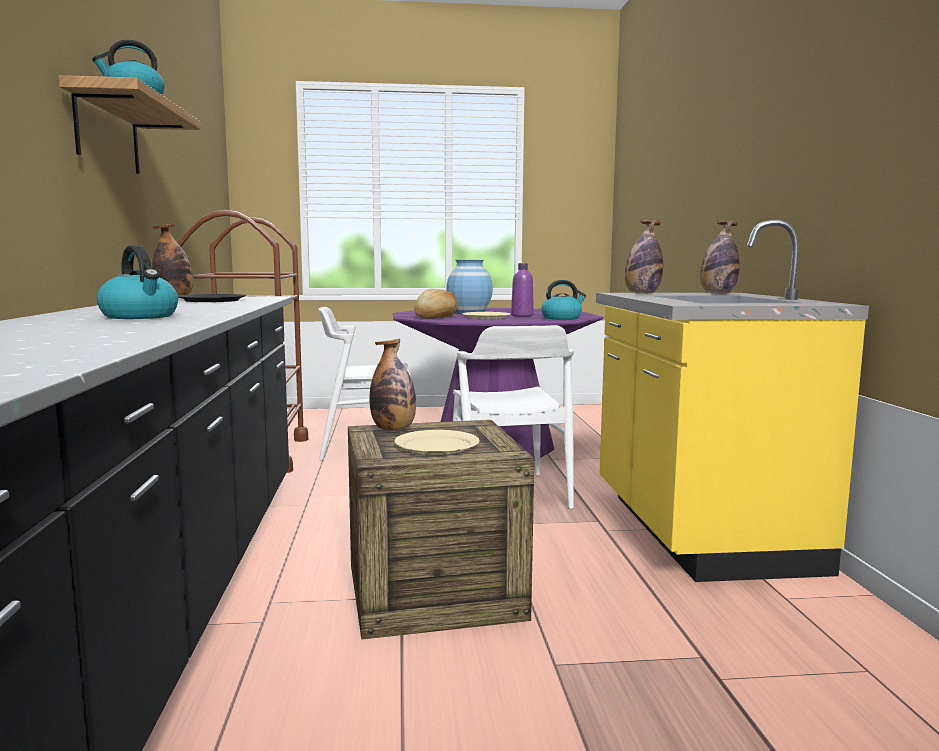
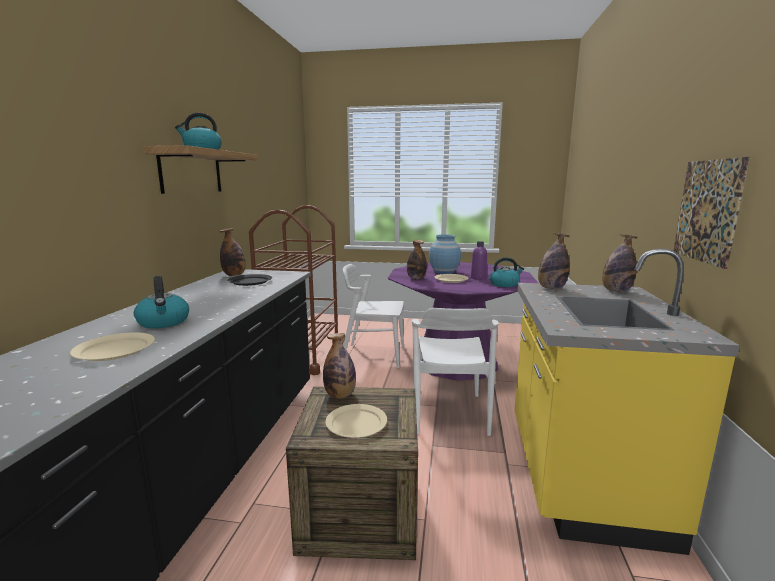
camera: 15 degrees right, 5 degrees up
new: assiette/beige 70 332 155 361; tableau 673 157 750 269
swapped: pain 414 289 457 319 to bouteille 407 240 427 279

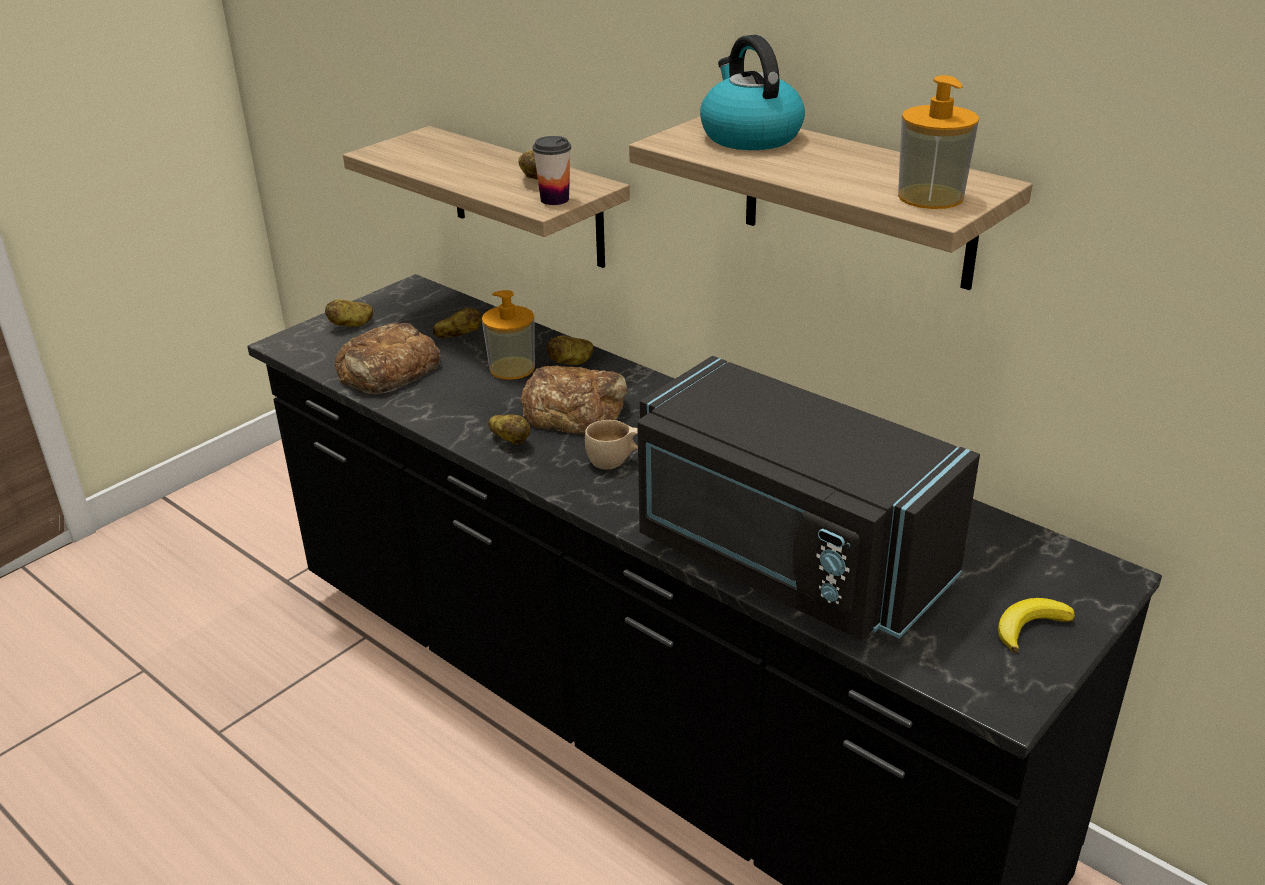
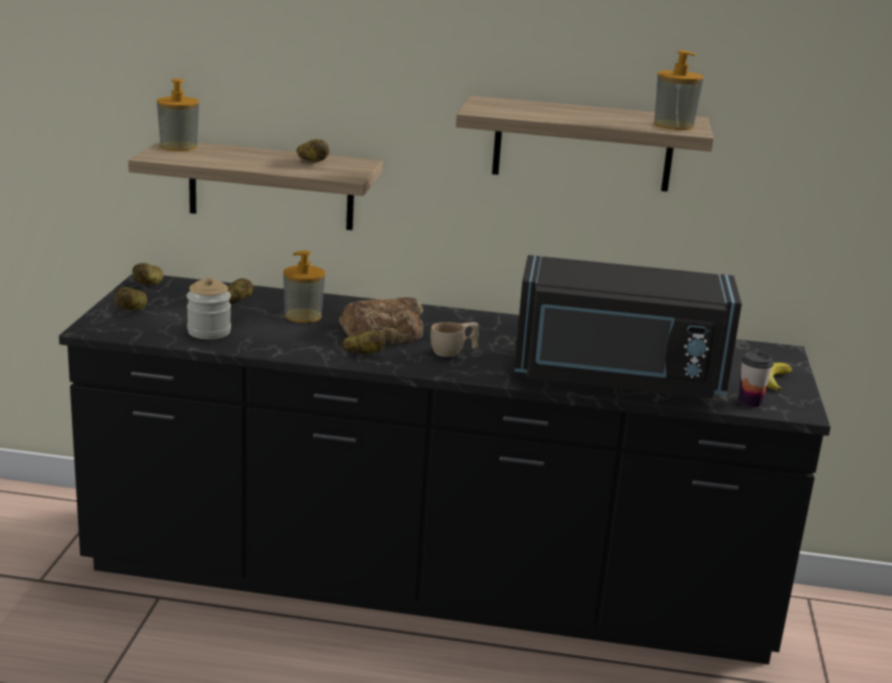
camera: 35 degrees left, 10 degrees down
gone: bouilloire 700 35 805 150
new: distributeur de savon 157 79 199 151
shifted: tasse 533 136 571 205 to 738 351 774 407; pomme de terre 547 336 594 365 to 132 263 163 285
swapped: pain 335 323 441 394 to bocal 187 276 231 339

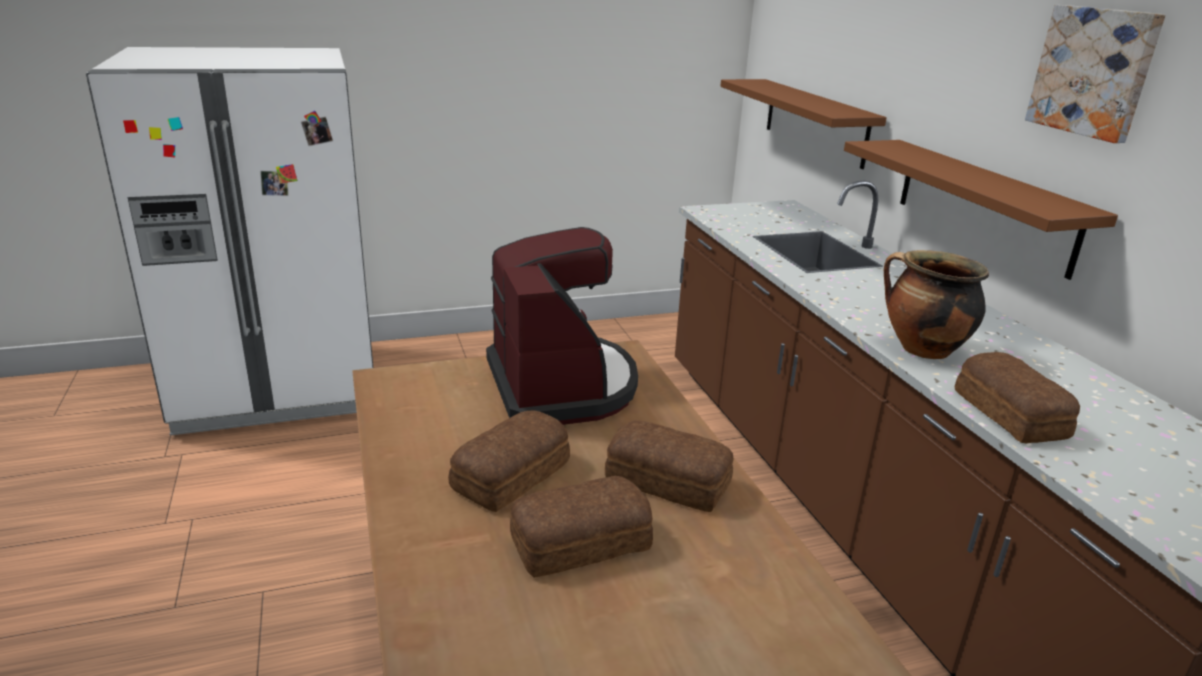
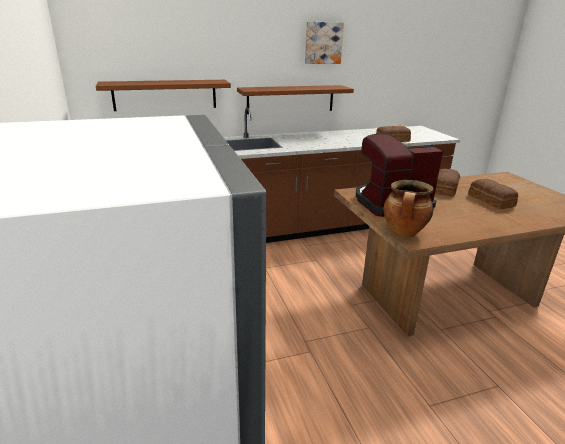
camera: 90 degrees left, 0 degrees up
gone: pain 448 410 570 512
shifted: marmite 884 250 989 359 to 384 180 434 237

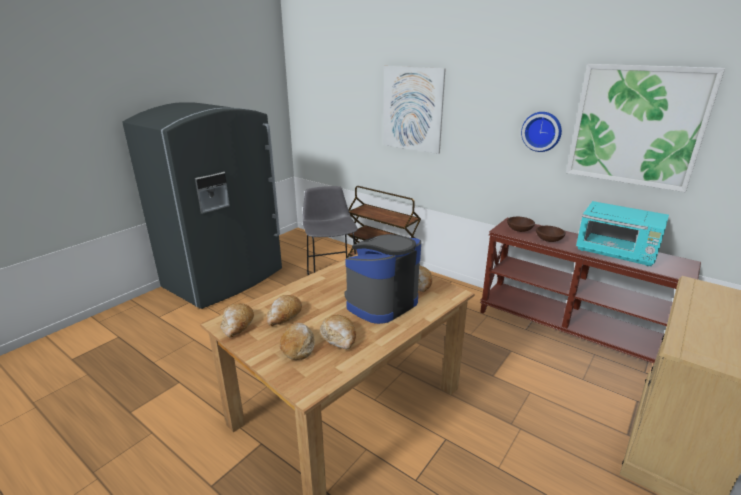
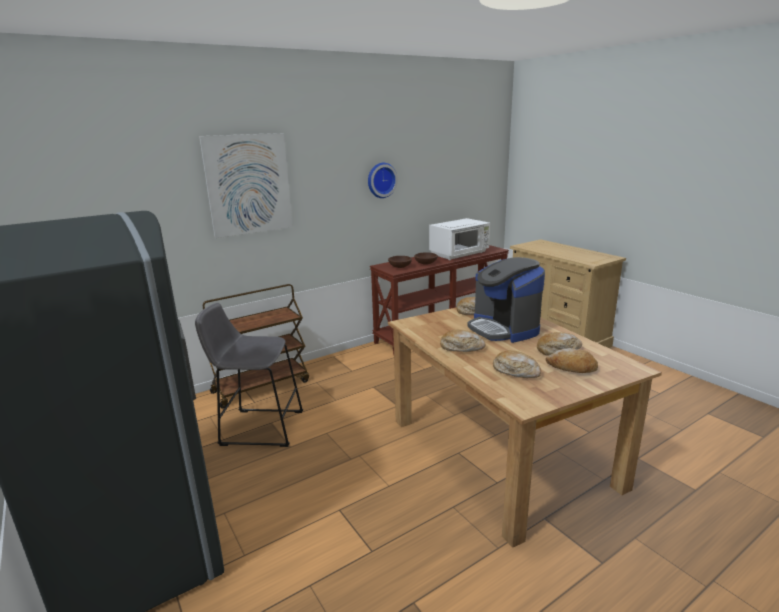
camera: 70 degrees left, 5 degrees down
gone: tableau 566 64 725 192
shifted: pain 220 303 254 337 to 440 330 485 352
repainted: micro-ondes/turquoise 576 201 669 266 to micro-ondes/blanc 429 218 490 260

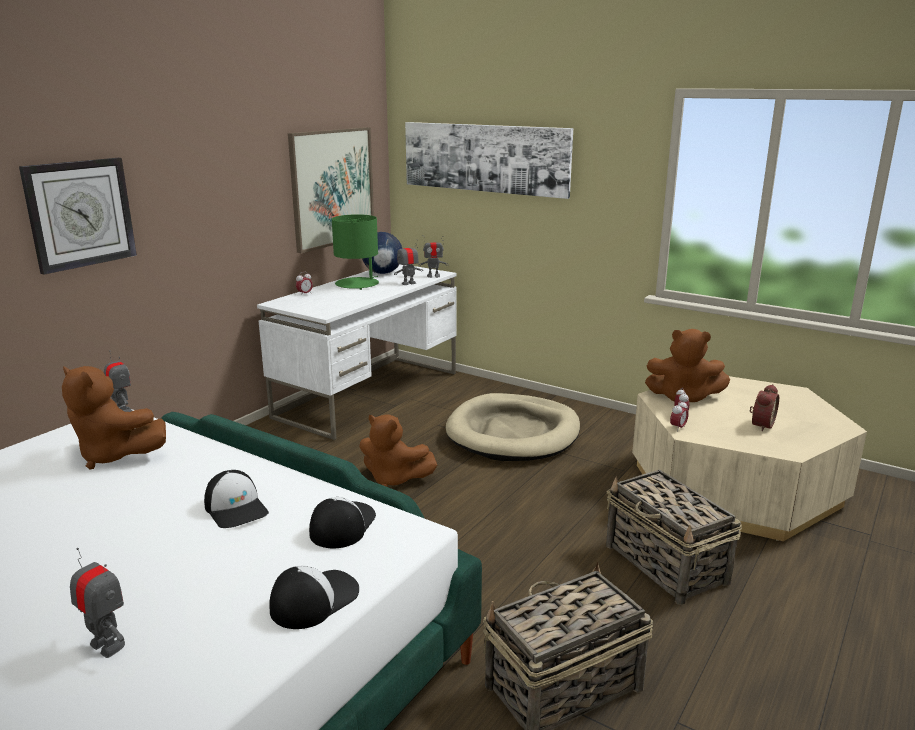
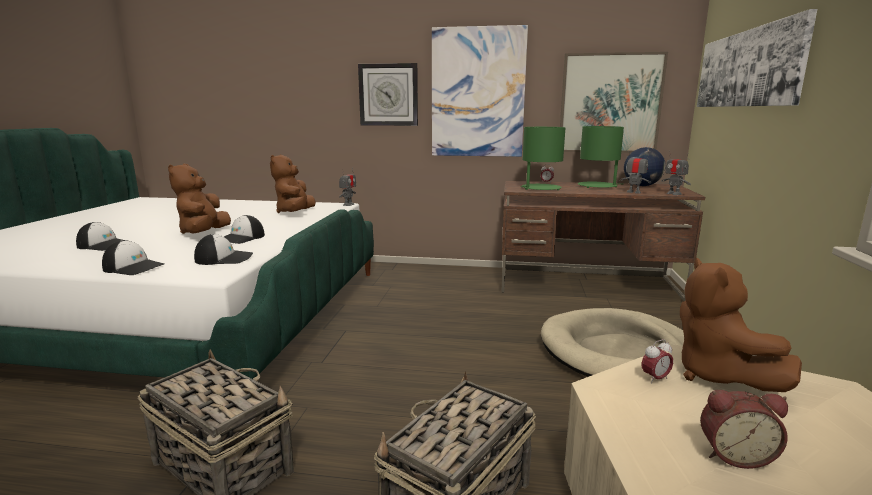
camera: 65 degrees right, 5 degrees down
gone: réveil 670 400 689 428
new: tableau 432 25 528 157; lampe de table/vert 521 127 566 190
shifted: peluche/marron 359 414 437 487 to 168 164 231 234
swapped: robot jouet 70 548 125 658 to casquette 76 222 124 251
repainted: bureau/blanc 257 264 457 440 to bureau/marron 501 181 705 301

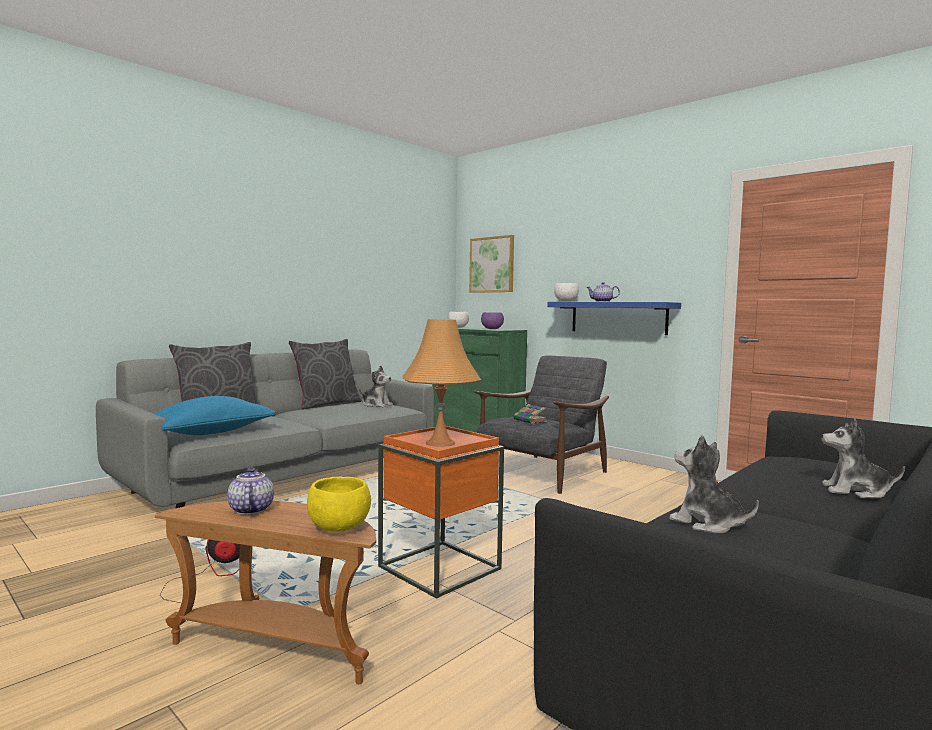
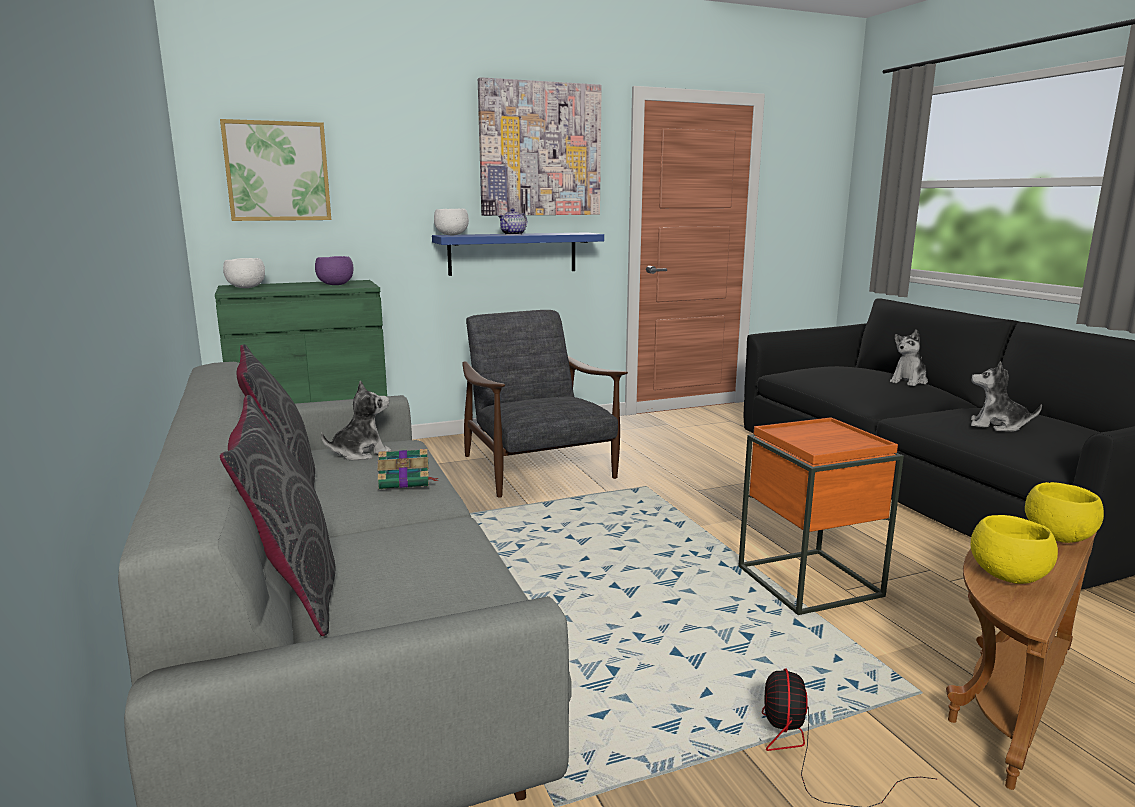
camera: 65 degrees left, 10 degrees up
gone: coussin/bleu 153 396 276 435; lampe de table/orange 402 319 481 447
new: tableau 478 77 602 216
shifted: livre 513 404 547 424 to 378 449 439 489
swapped: théière 228 468 274 515 to bol/jaune 971 515 1058 584
rotated: peluche 669 435 759 534 = 971 361 1042 432 45 degrees clockwise

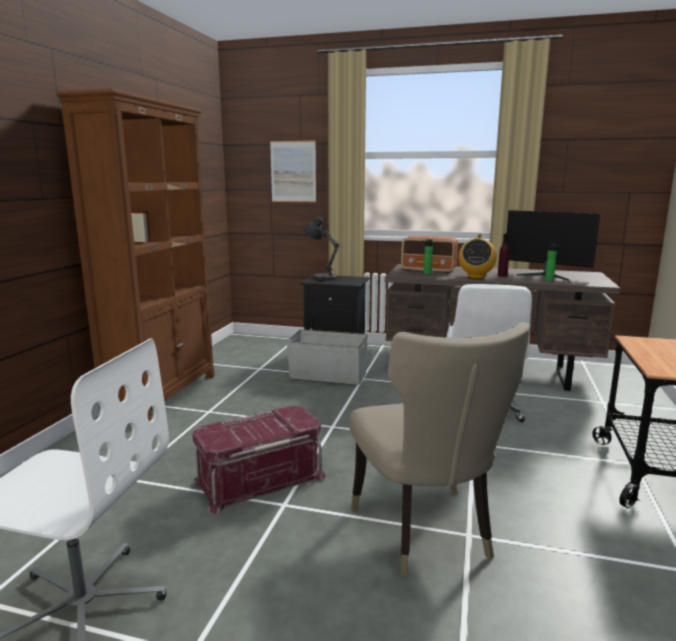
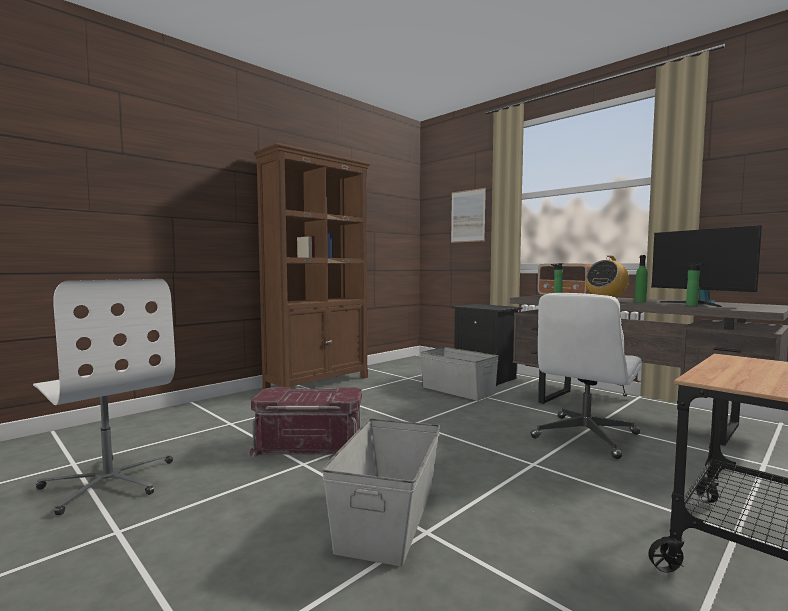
camera: 30 degrees right, 10 degrees down
gone: lampe de table/gris 304 217 342 281
swapped: chaise/beige 349 322 530 577 to boîte de rangement/gris 322 419 441 566
repainted: bouteille/violet 498 233 509 277 to bouteille/vert 635 255 648 302

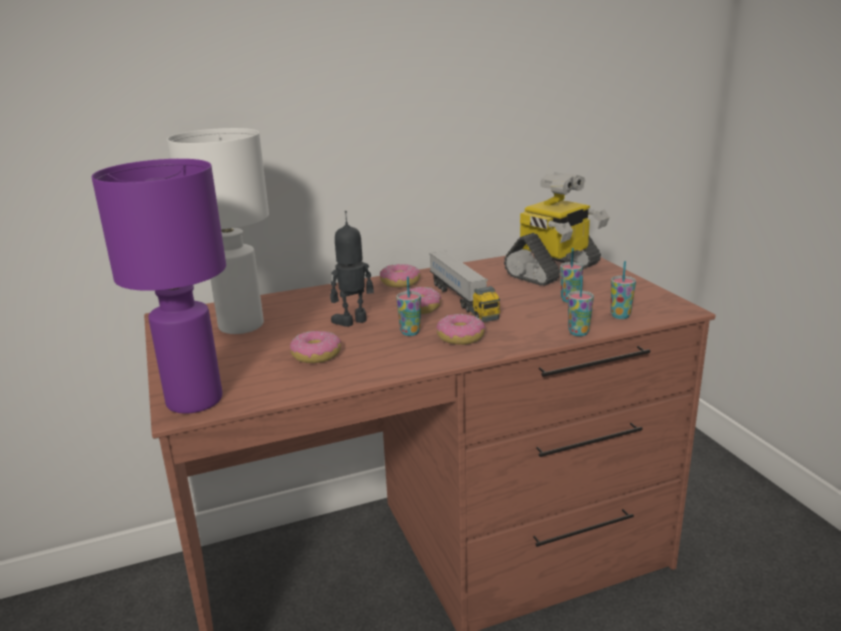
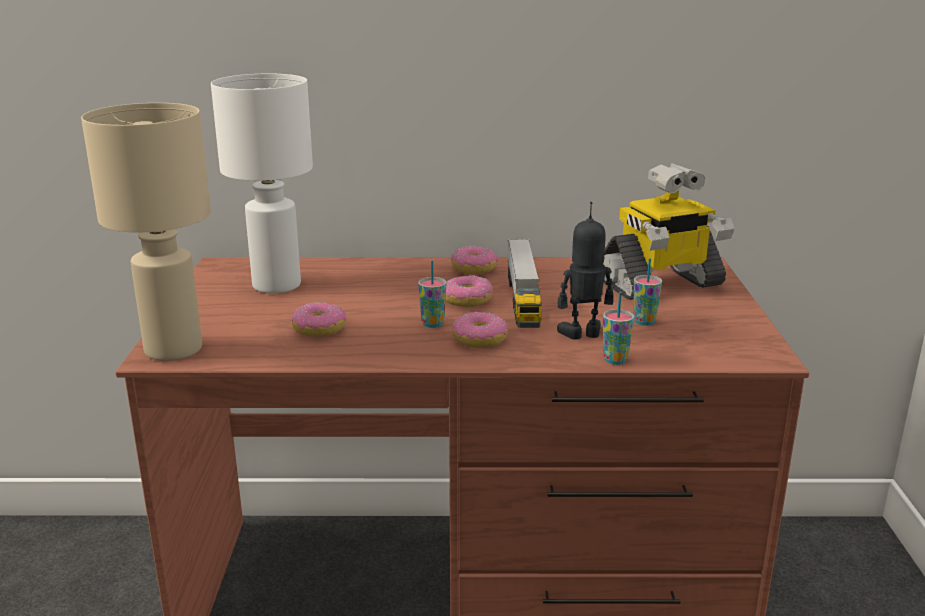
camera: 20 degrees right, 0 degrees up
gone: tasse 611 261 636 319
shifted: robot jouet 330 211 374 327 to 557 202 614 340
repainted: lampe de table/violet 91 159 226 414 to lampe de table/beige 81 103 211 361

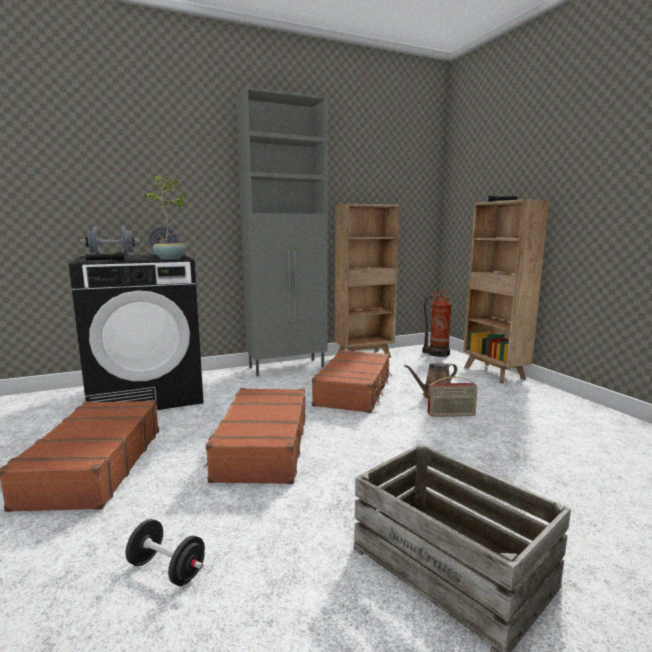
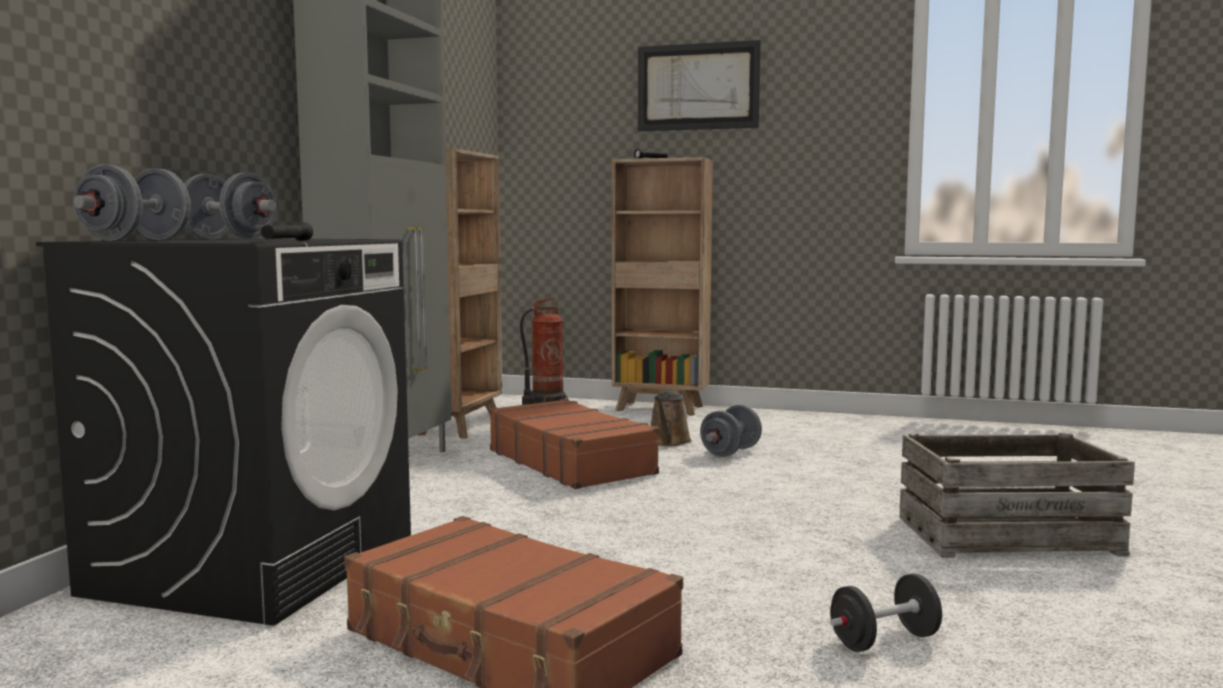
camera: 50 degrees left, 5 degrees down
gone: plante en pot 144 176 187 260; valise/marron 204 388 306 484
new: tableau 638 40 761 131
swapped: radio 427 376 478 417 to haltère/gris 700 405 762 457

